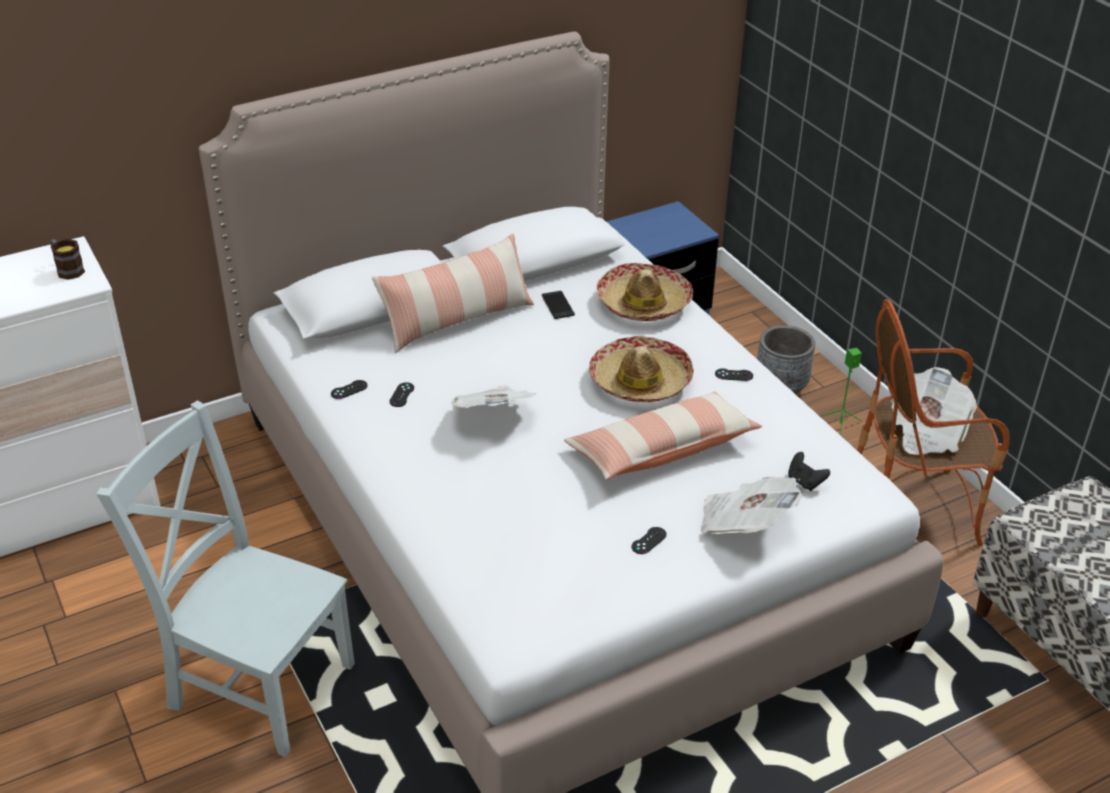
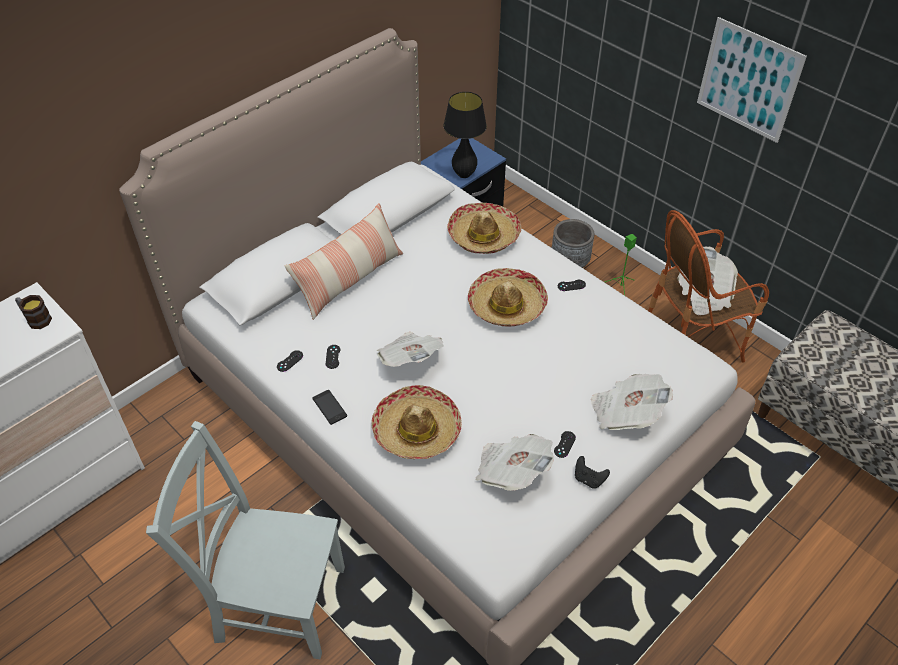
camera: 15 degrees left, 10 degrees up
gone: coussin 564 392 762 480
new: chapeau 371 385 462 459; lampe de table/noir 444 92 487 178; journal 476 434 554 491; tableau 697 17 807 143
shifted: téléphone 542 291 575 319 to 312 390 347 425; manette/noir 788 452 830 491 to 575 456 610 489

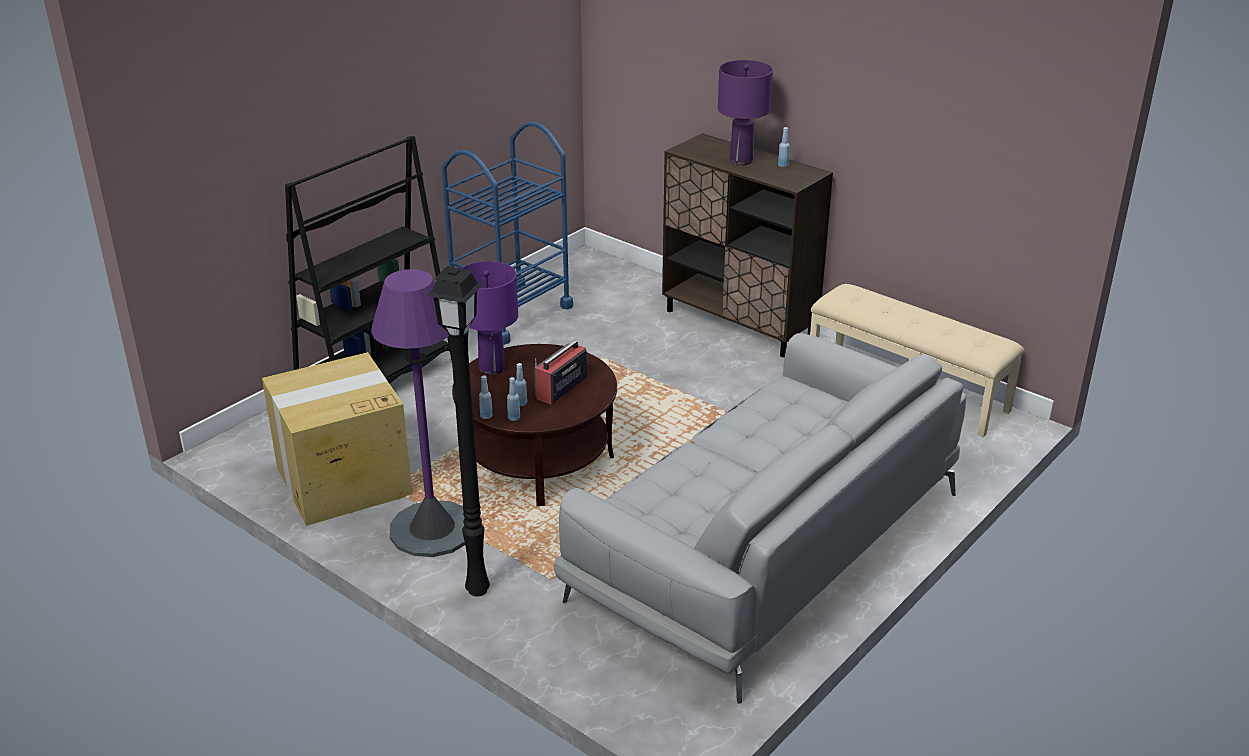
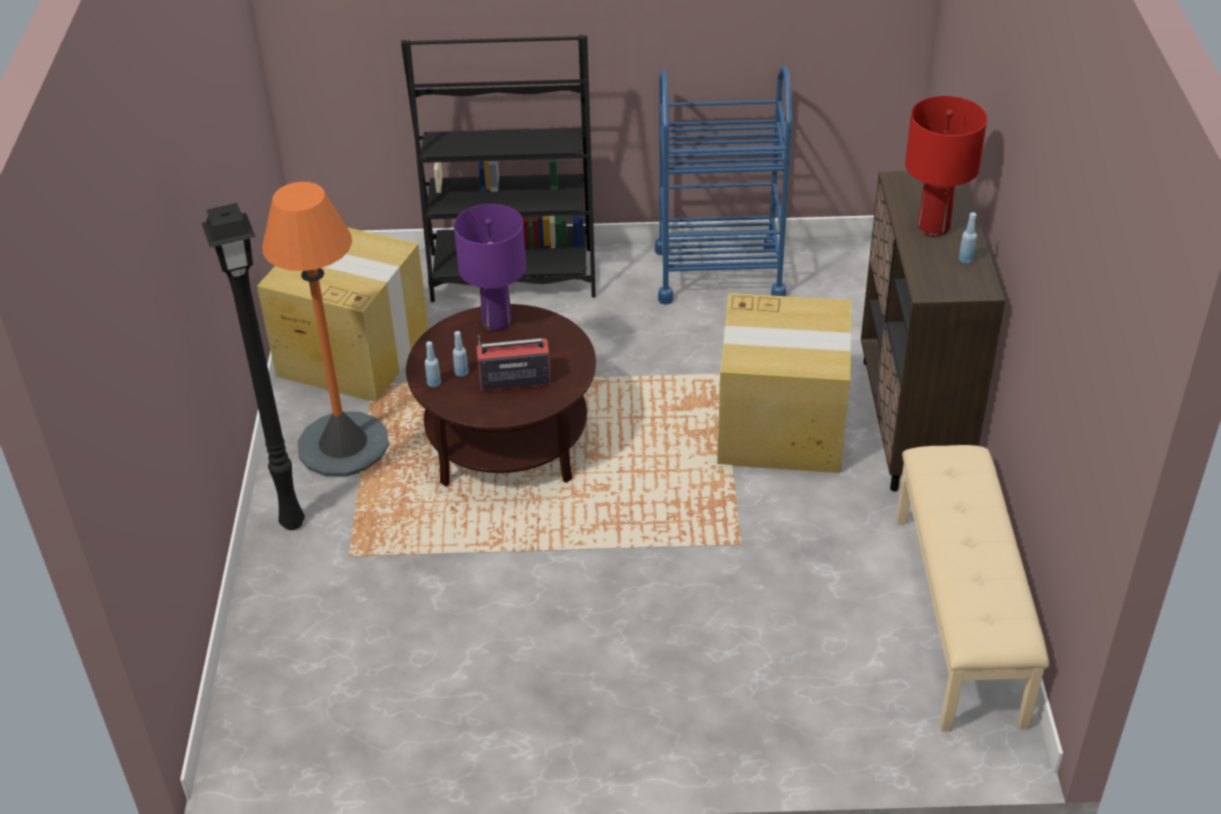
camera: 50 degrees right, 10 degrees up
gone: bouteille/bleu 479 376 493 419; canapé/gris 554 333 966 704
new: carton 717 293 851 473
repainted: lampadaire/violet 371 269 465 557 to lampadaire/orange 262 182 389 477; lampe de table/violet 718 60 773 165 to lampe de table/rouge 905 96 987 237

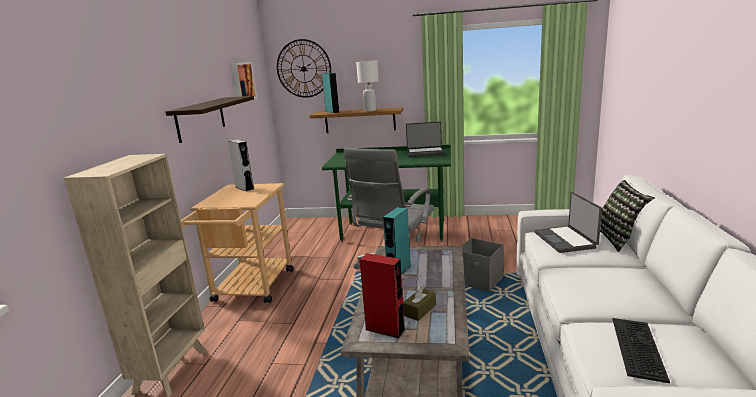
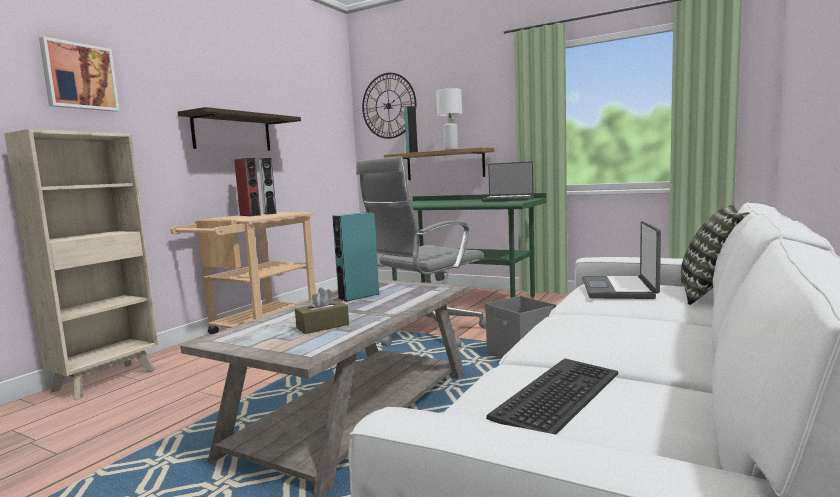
camera: 20 degrees right, 10 degrees down
shifted: tableau 232 62 257 99 to 39 36 119 112; enceinte/rouge 360 253 405 338 to 234 158 261 216

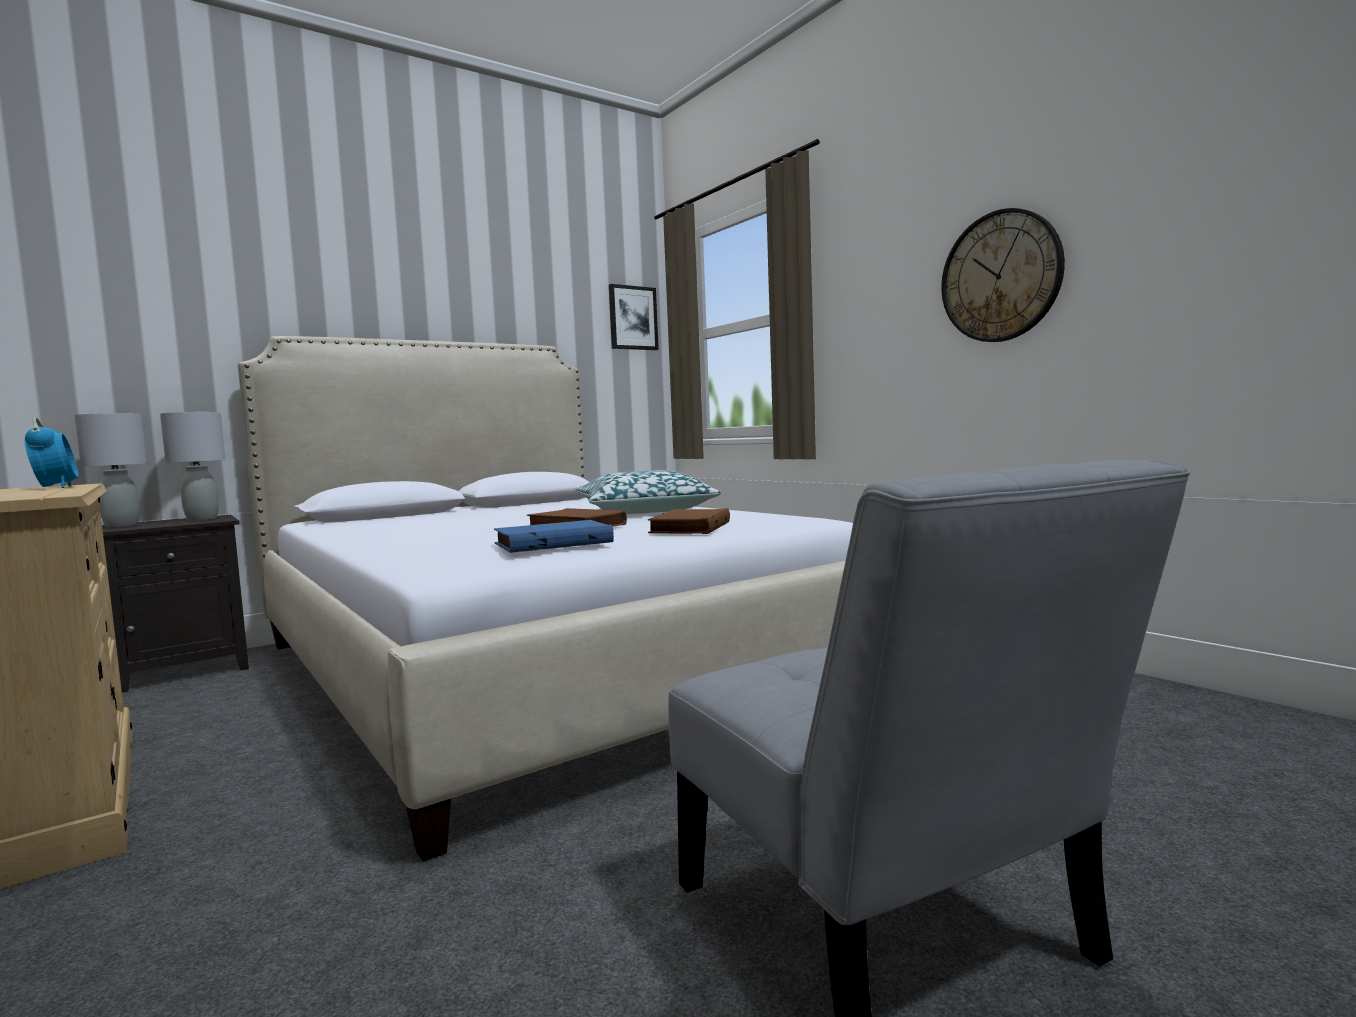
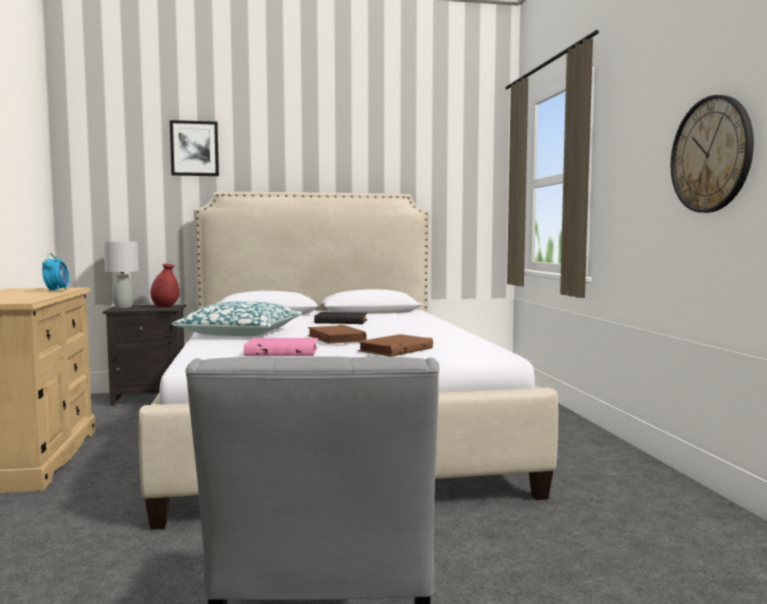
camera: 25 degrees right, 0 degrees up
new: livre/noir 314 312 368 324
shifted: coussin 575 470 721 514 to 172 301 302 336; tableau 609 284 659 350 to 170 120 219 176
swapped: lampe de table/gris 160 412 226 521 to vase/rouge 150 264 179 307
repainted: livre/bleu 494 520 614 553 to livre/rose 244 338 318 356

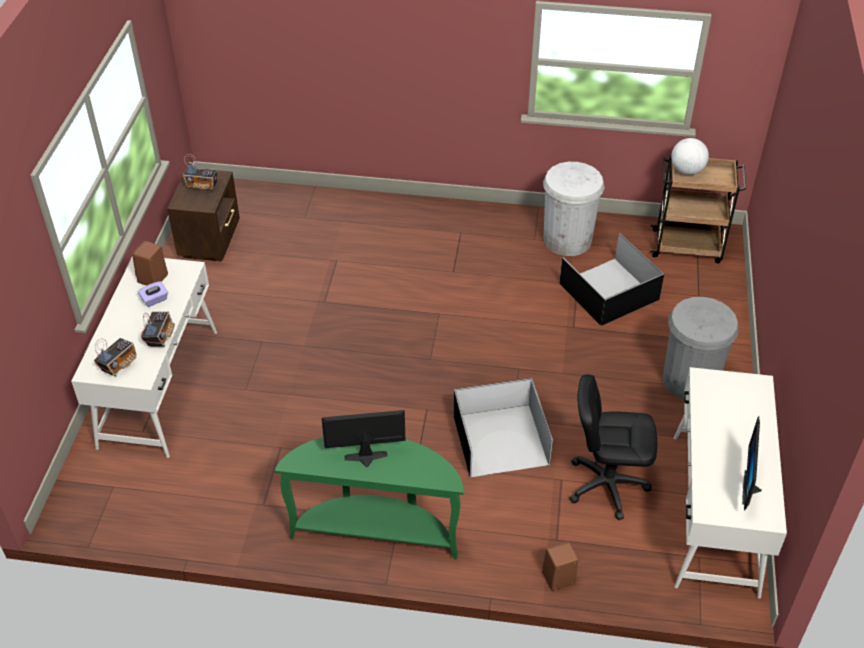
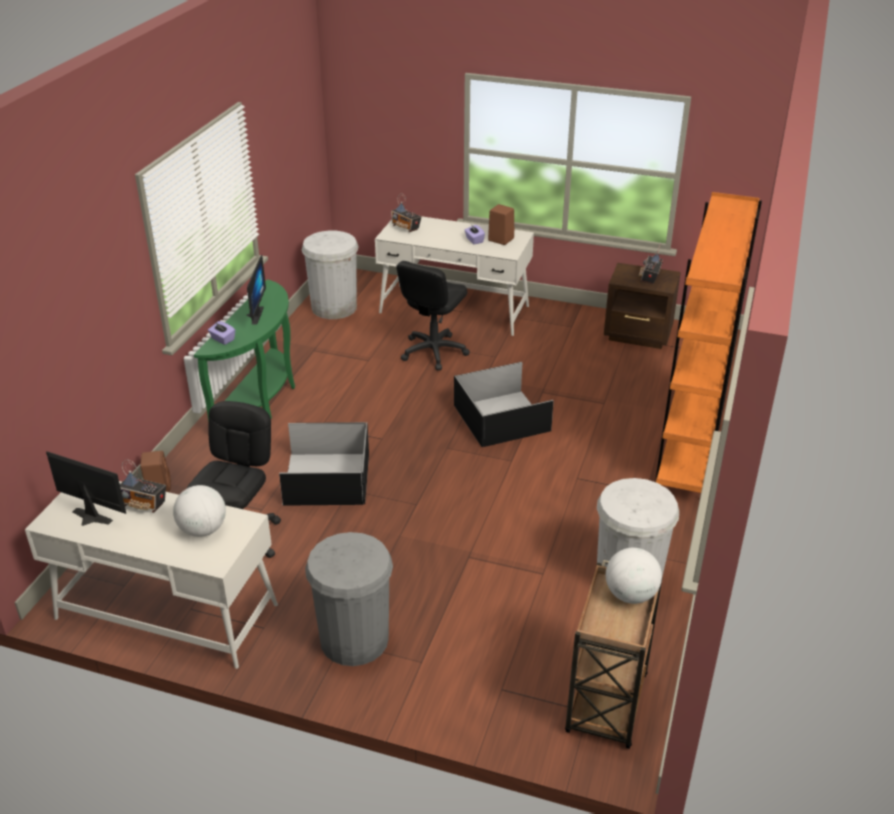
camera: 100 degrees right, 10 degrees down
new: globe 173 485 226 537; boîte à mouchoirs/violet 208 321 235 345; poubelle/blanc 302 231 359 319; chaise de bureau/noir 396 261 470 370; bibliothèque/orange 656 192 762 493
shifted: radio 141 311 175 347 to 120 460 166 513; boîte de rangement/noir 559 233 664 326 to 454 362 553 447

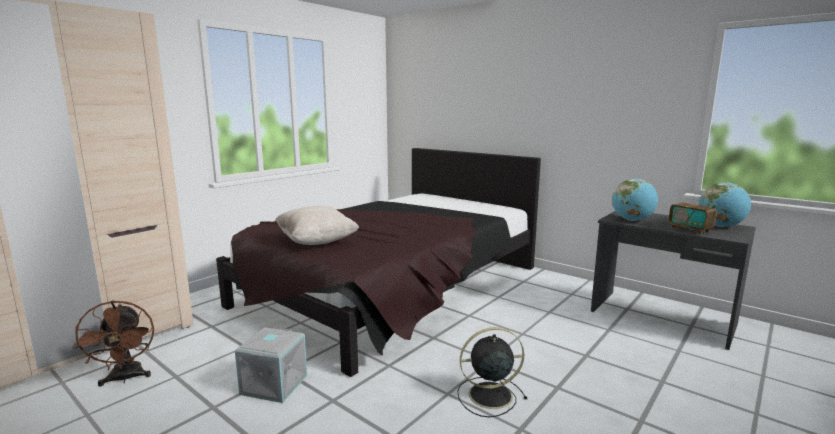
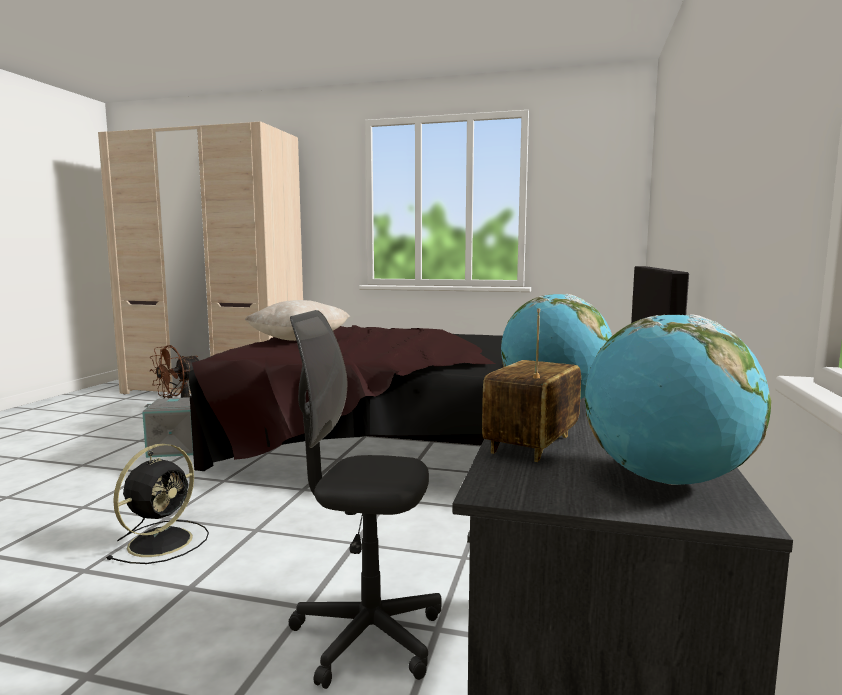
camera: 65 degrees right, 5 degrees down
new: chaise de bureau/gris 289 310 442 689
rotated: ventilateur/noir 458 327 527 417 = 106 444 209 564 60 degrees clockwise

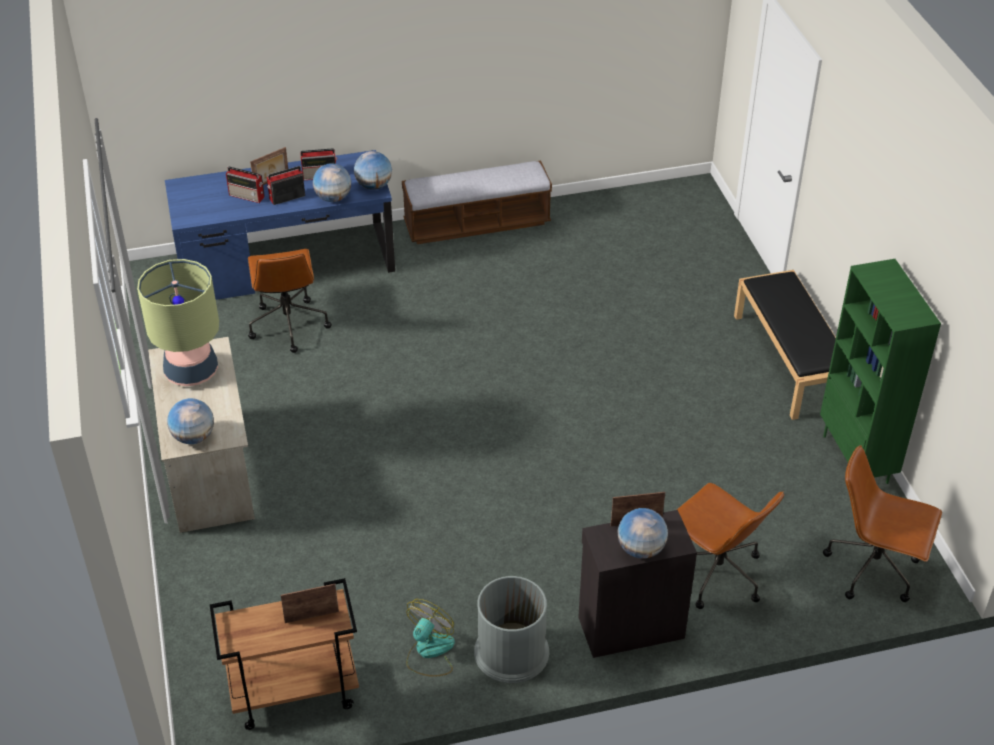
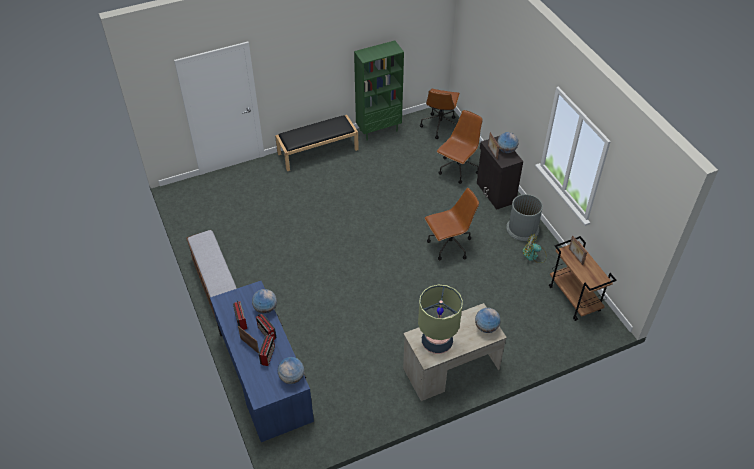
camera: 100 degrees left, 5 degrees up
shifted: chaise de bureau/marron 248 249 332 353 to 425 188 479 260; globe 354 151 392 190 to 278 357 304 384

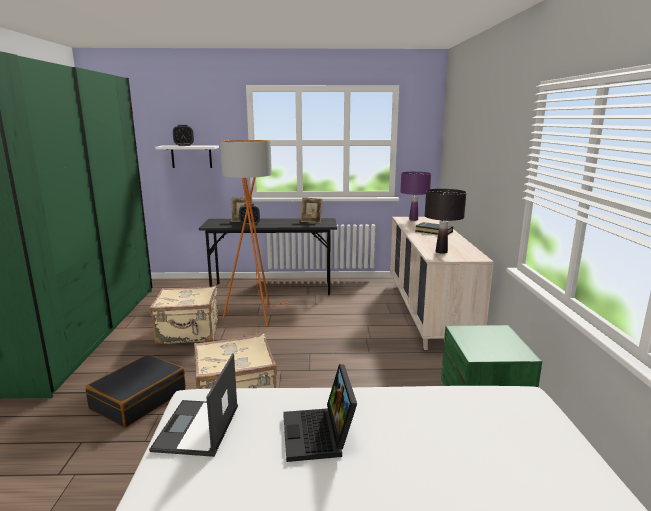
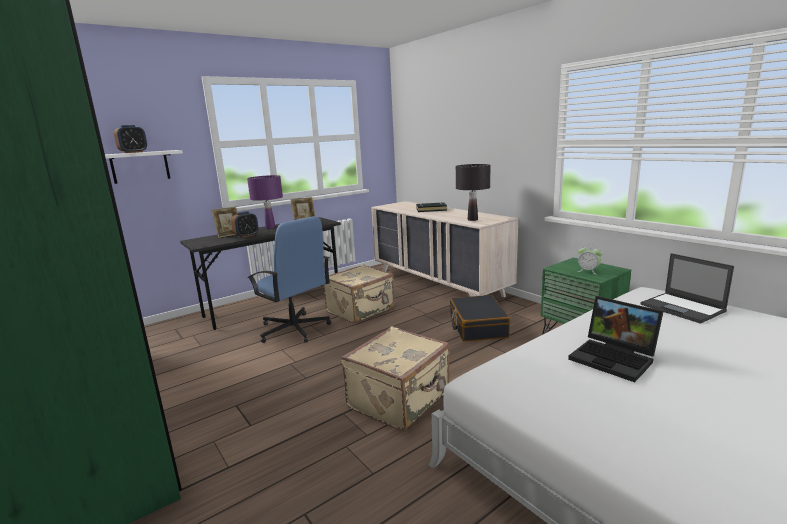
camera: 35 degrees left, 0 degrees up
new: réveil 577 244 603 275
shifted: valise/noir 85 354 186 428 to 450 295 511 341; ordinateur portable 149 353 238 457 to 641 253 734 324; valise/beige 150 286 218 344 to 323 264 395 323; lampe de table/violet 400 172 431 221 to 247 175 283 229
swapped: lampadaire/orange 220 140 290 326 to chaise de bureau/bleu 248 216 331 343

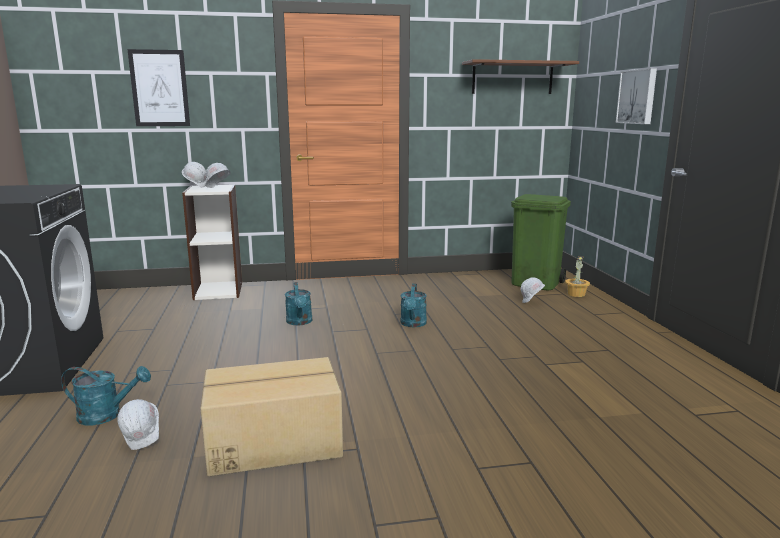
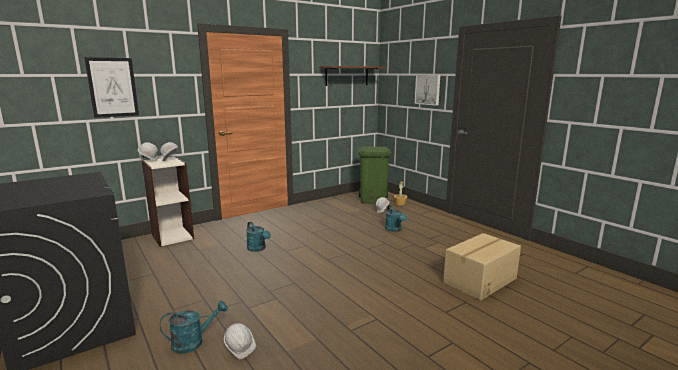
camera: 25 degrees left, 0 degrees up
shifted: carton 200 357 343 476 to 443 233 521 301; arrosoir/turquoise 401 283 427 327 to 385 205 407 232

